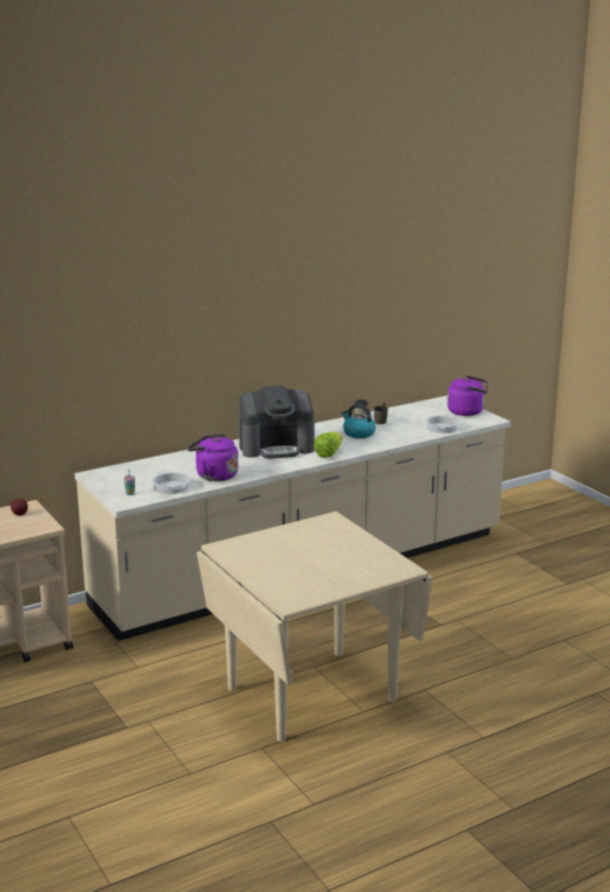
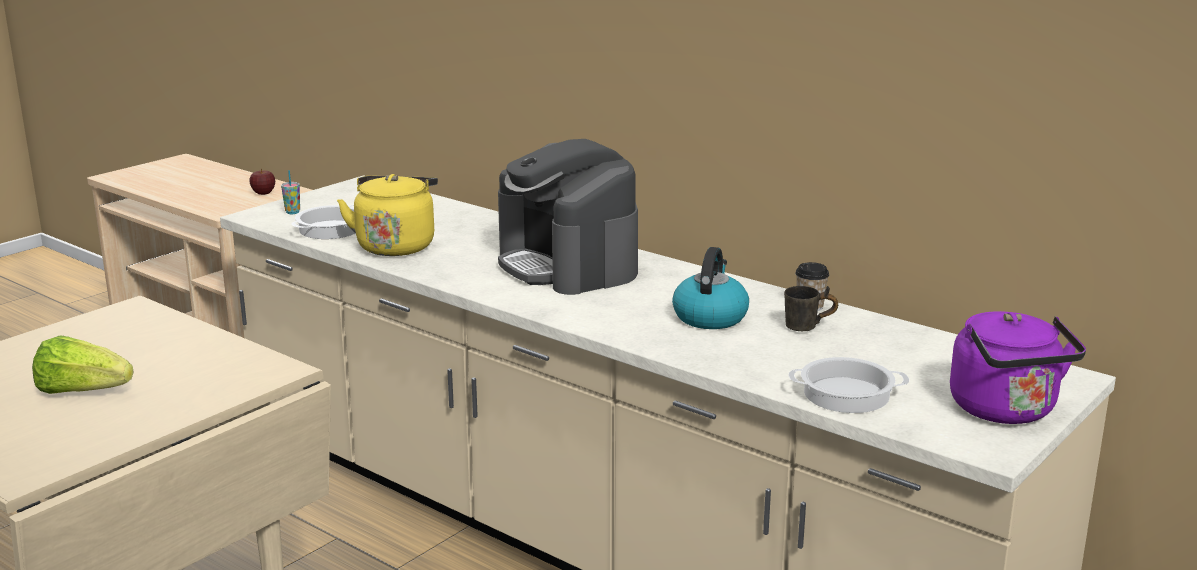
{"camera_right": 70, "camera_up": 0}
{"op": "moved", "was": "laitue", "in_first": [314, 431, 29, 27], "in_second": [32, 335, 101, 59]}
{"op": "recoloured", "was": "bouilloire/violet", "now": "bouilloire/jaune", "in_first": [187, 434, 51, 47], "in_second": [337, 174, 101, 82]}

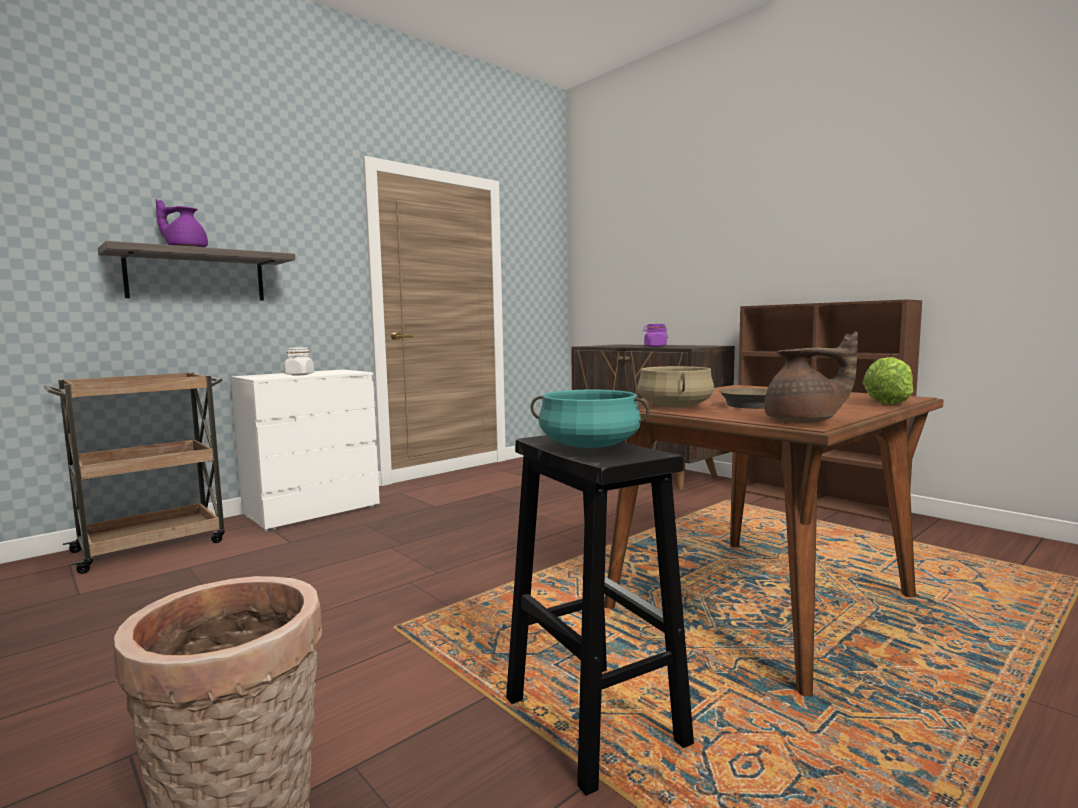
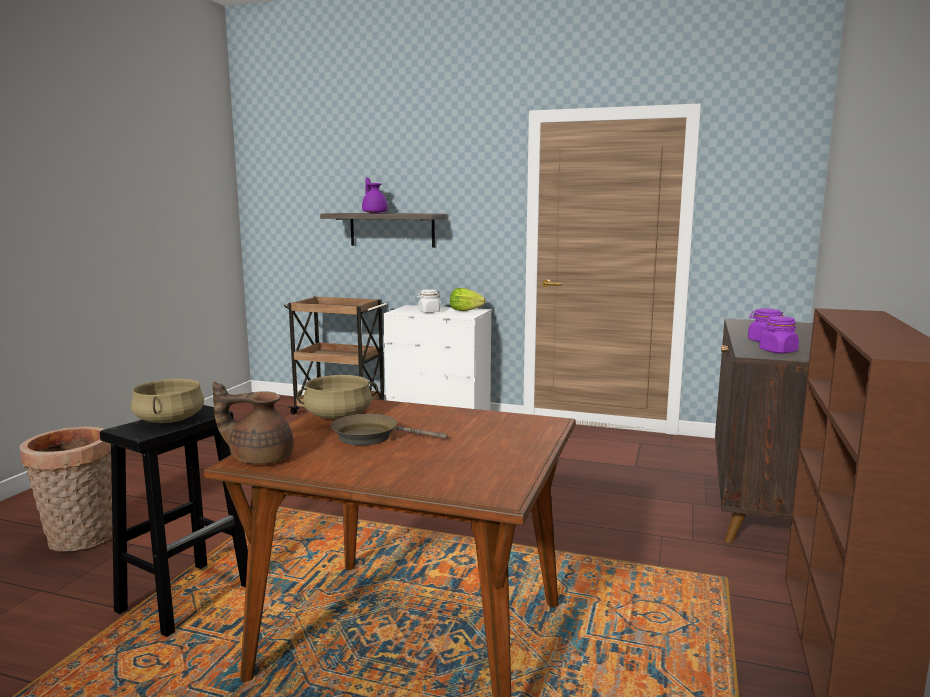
{"camera_right": 60, "camera_up": 5}
{"op": "added", "now": "bocal/violet", "in_second": [759, 316, 40, 37]}
{"op": "moved", "was": "laitue", "in_first": [863, 357, 50, 47], "in_second": [450, 288, 36, 23]}
{"op": "recoloured", "was": "marmite/turquoise", "now": "marmite/beige", "in_first": [531, 390, 118, 58], "in_second": [131, 379, 73, 44]}
{"op": "turned", "was": "théière/marron", "in_first": [764, 332, 94, 91], "in_second": [212, 382, 82, 82], "clockwise": 105}

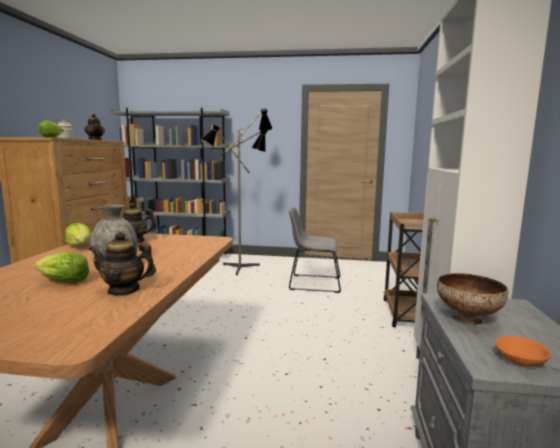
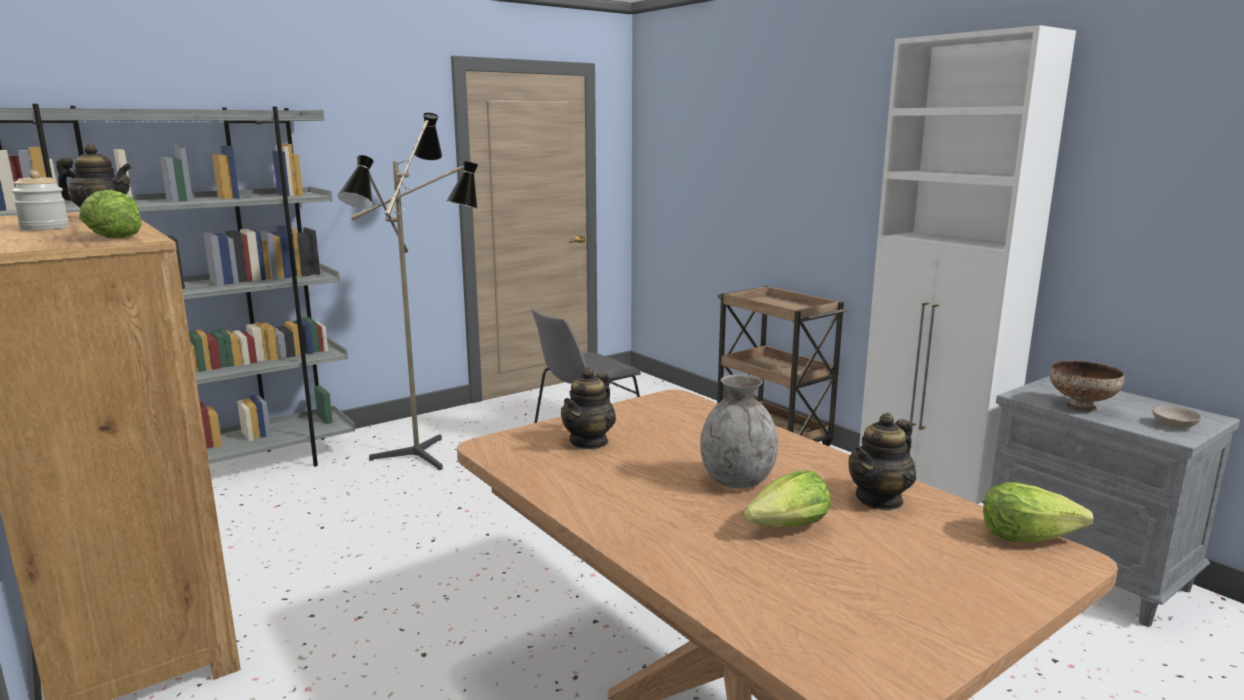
{"camera_right": -45, "camera_up": 5}
{"op": "moved", "was": "laitue", "in_first": [65, 223, 27, 24], "in_second": [983, 482, 110, 60]}
{"op": "recoloured", "was": "bol/orange", "now": "bol/beige", "in_first": [495, 336, 56, 31], "in_second": [1152, 406, 50, 23]}

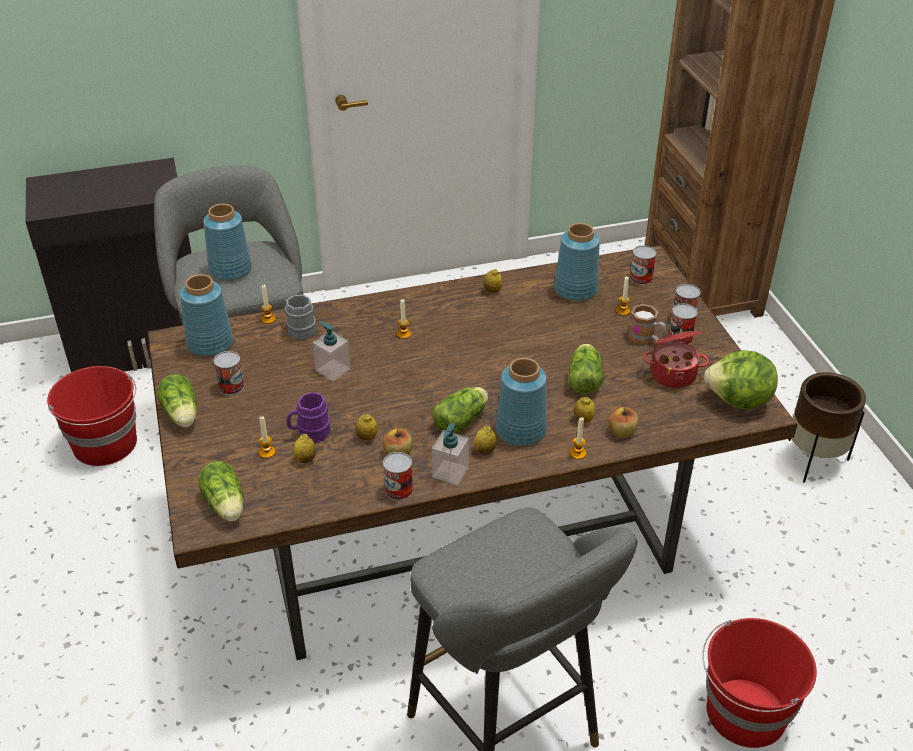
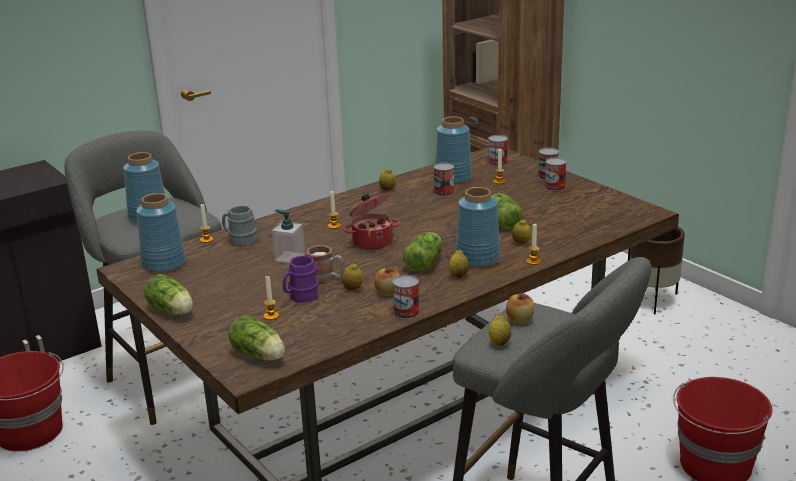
{"camera_right": -20, "camera_up": -15}
{"op": "removed", "was": "distributeur de savon", "in_first": [432, 423, 37, 62]}
{"op": "removed", "was": "laitue", "in_first": [704, 350, 74, 60]}
{"op": "moved", "was": "boîte métallique", "in_first": [214, 351, 31, 44], "in_second": [434, 163, 20, 34]}
{"op": "moved", "was": "citron", "in_first": [294, 434, 22, 29], "in_second": [489, 314, 22, 32]}
{"op": "moved", "was": "pomme", "in_first": [609, 407, 29, 31], "in_second": [506, 293, 29, 31]}
{"op": "moved", "was": "mug", "in_first": [628, 304, 38, 41], "in_second": [306, 245, 38, 39]}
{"op": "moved", "was": "marmite", "in_first": [643, 325, 66, 63], "in_second": [343, 194, 57, 56]}

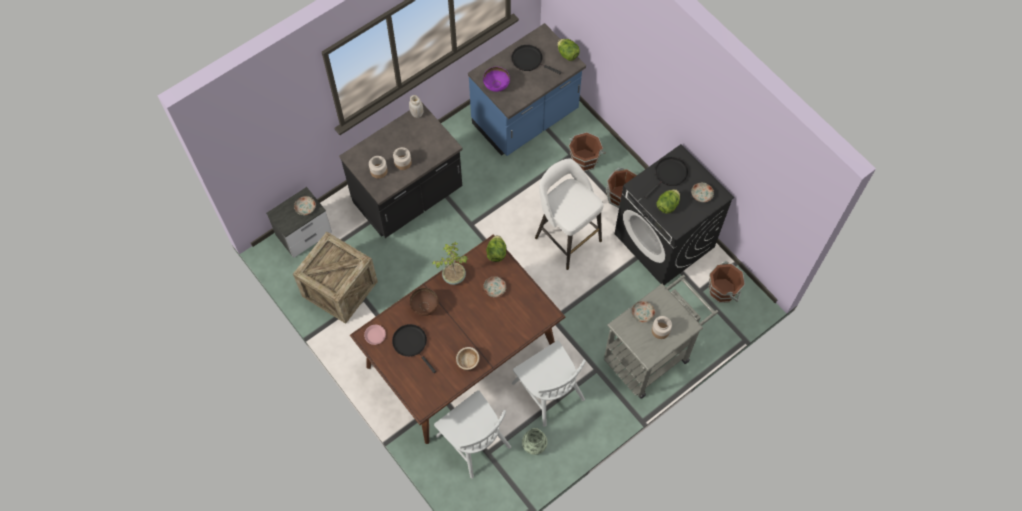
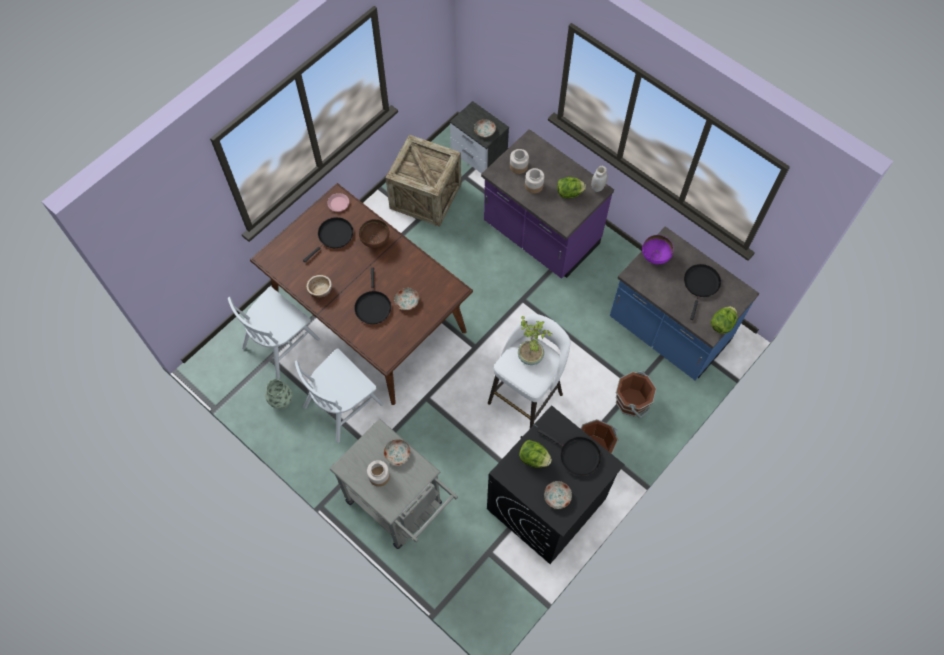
{"camera_right": 80, "camera_up": 0}
{"op": "removed", "was": "seau/marron", "in_first": [709, 261, 36, 42]}
{"op": "added", "now": "poêle/noir", "in_second": [354, 268, 37, 56]}
{"op": "moved", "was": "plante en pot", "in_first": [432, 242, 37, 43], "in_second": [518, 316, 34, 49]}
{"op": "moved", "was": "laitue", "in_first": [486, 235, 20, 27], "in_second": [557, 177, 29, 21]}
{"op": "recoloured", "was": "comptoir de cuisine/noir", "now": "comptoir de cuisine/violet", "in_first": [339, 103, 124, 135], "in_second": [481, 129, 133, 150]}

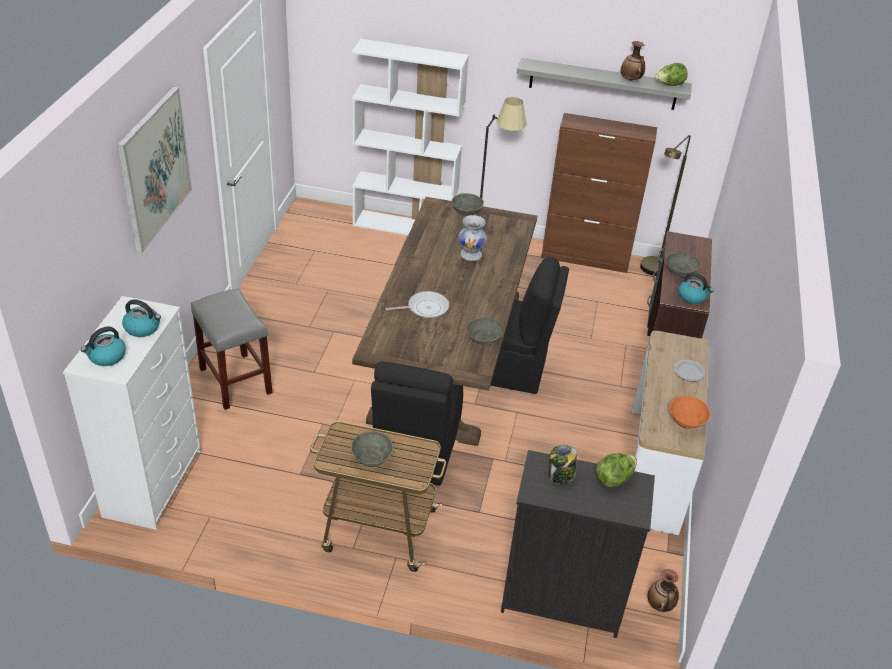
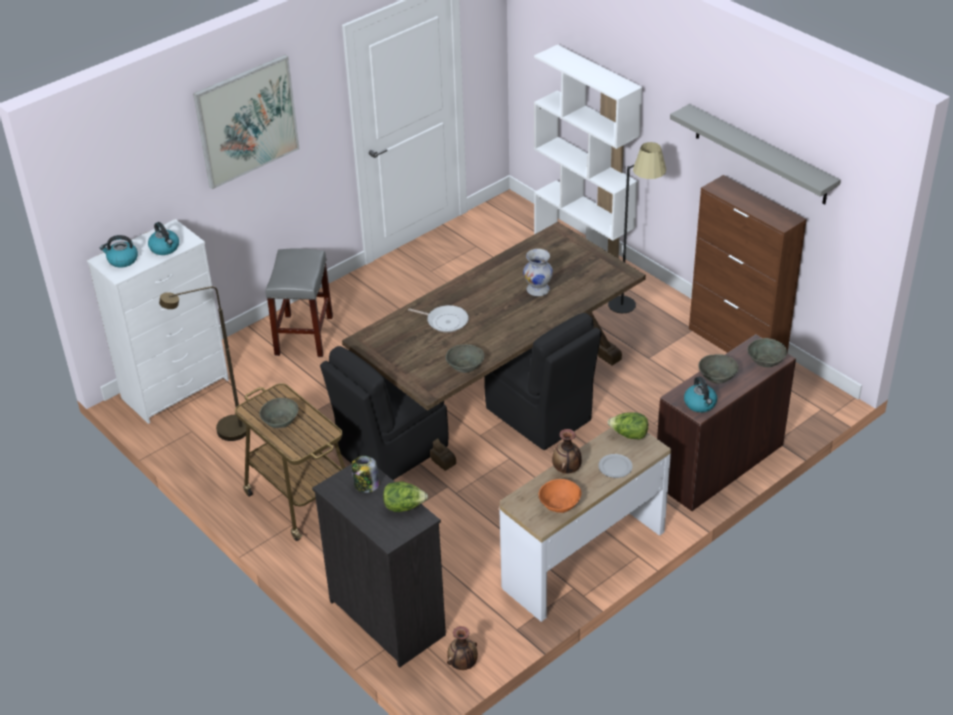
{"camera_right": 40, "camera_up": 0}
{"op": "moved", "was": "bol/gris", "in_first": [452, 193, 32, 23], "in_second": [747, 338, 40, 29]}
{"op": "moved", "was": "vase", "in_first": [621, 41, 24, 40], "in_second": [552, 429, 30, 45]}
{"op": "moved", "was": "lampadaire/marron", "in_first": [640, 135, 51, 141], "in_second": [159, 286, 87, 155]}
{"op": "moved", "was": "laitue", "in_first": [655, 63, 33, 23], "in_second": [608, 412, 40, 28]}

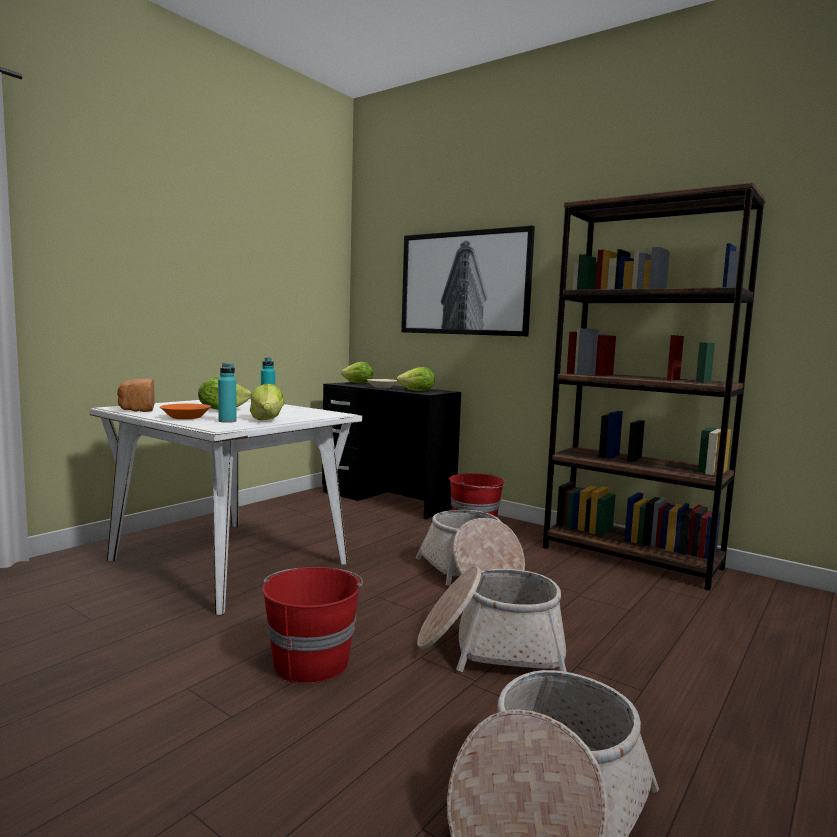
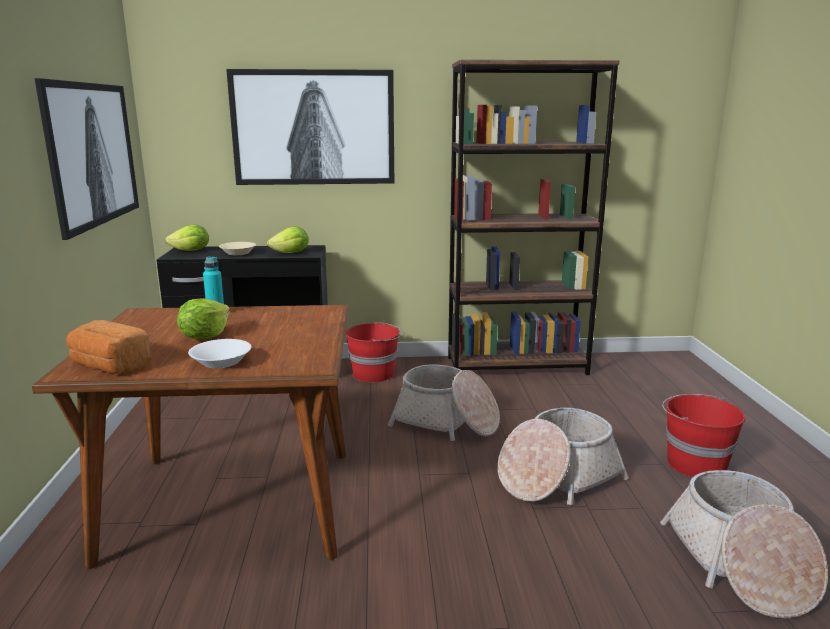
{"camera_right": -40, "camera_up": 10}
{"op": "removed", "was": "bouteille/turquoise", "in_first": [218, 363, 19, 60]}
{"op": "removed", "was": "laitue", "in_first": [250, 384, 34, 36]}
{"op": "added", "now": "tableau", "in_second": [34, 78, 105, 162]}
{"op": "moved", "was": "seau/rouge", "in_first": [262, 567, 101, 116], "in_second": [662, 394, 84, 84]}
{"op": "recoloured", "was": "table à manger/blanc", "now": "table à manger/marron", "in_first": [89, 399, 273, 216], "in_second": [32, 305, 316, 265]}
{"op": "recoloured", "was": "bol/orange", "now": "bol/blanc", "in_first": [160, 404, 51, 15], "in_second": [188, 339, 64, 29]}

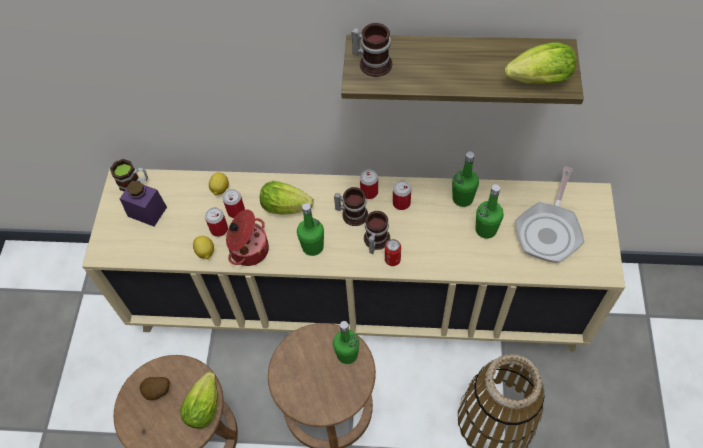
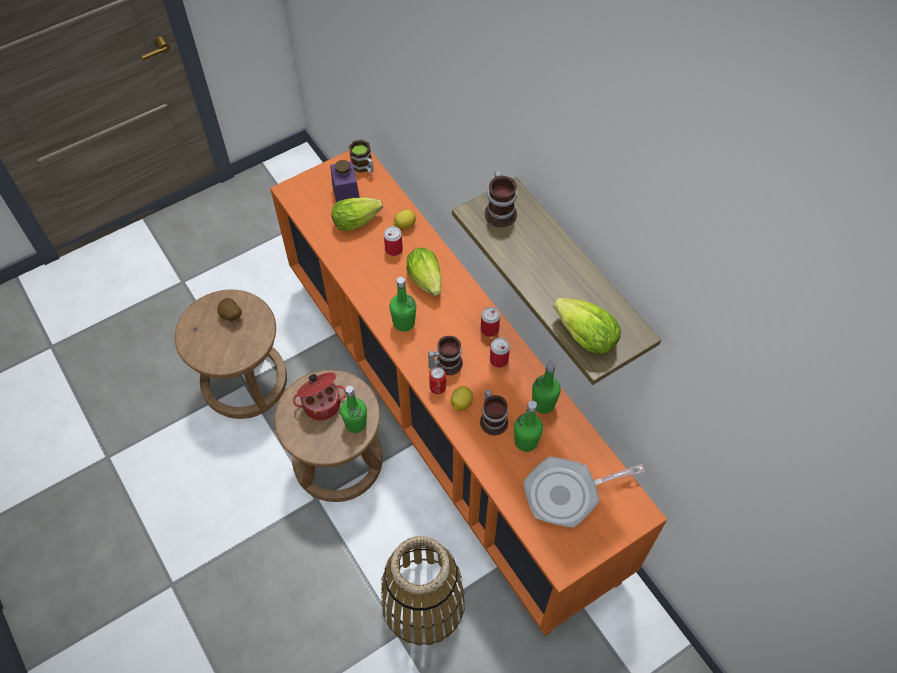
{"camera_right": 50, "camera_up": 0}
{"op": "removed", "was": "boîte métallique", "in_first": [205, 207, 23, 30]}
{"op": "moved", "was": "laitue", "in_first": [180, 372, 38, 57], "in_second": [331, 197, 52, 34]}
{"op": "moved", "was": "citron", "in_first": [193, 236, 21, 23], "in_second": [451, 386, 22, 25]}
{"op": "moved", "was": "marmite", "in_first": [226, 209, 43, 57], "in_second": [293, 372, 53, 48]}
{"op": "moved", "was": "mug", "in_first": [334, 187, 34, 39], "in_second": [480, 389, 28, 46]}
{"op": "recoloured", "was": "meuble de rangement/beige", "now": "meuble de rangement/orange", "in_first": [82, 168, 543, 183], "in_second": [270, 150, 397, 486]}

